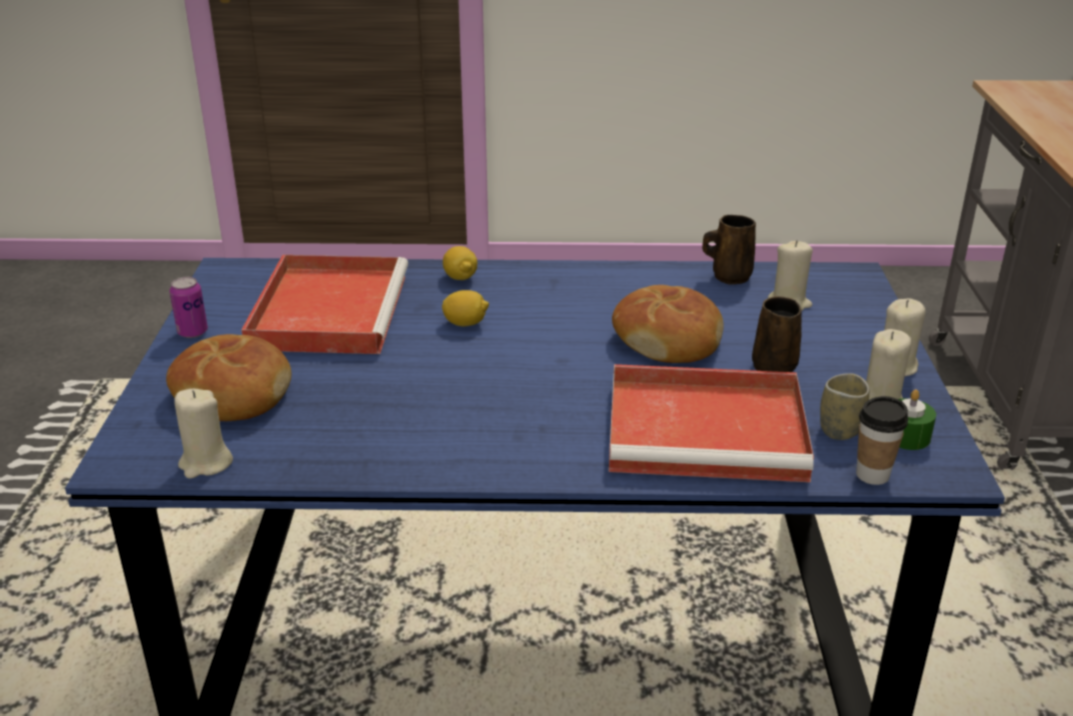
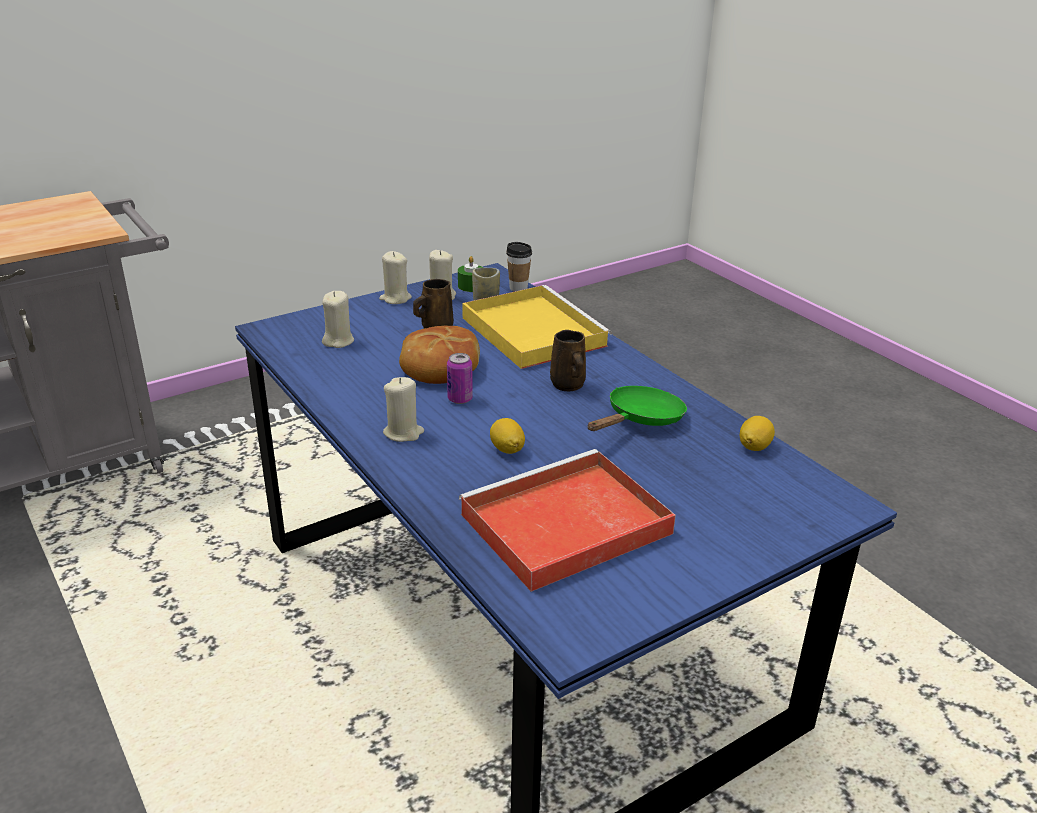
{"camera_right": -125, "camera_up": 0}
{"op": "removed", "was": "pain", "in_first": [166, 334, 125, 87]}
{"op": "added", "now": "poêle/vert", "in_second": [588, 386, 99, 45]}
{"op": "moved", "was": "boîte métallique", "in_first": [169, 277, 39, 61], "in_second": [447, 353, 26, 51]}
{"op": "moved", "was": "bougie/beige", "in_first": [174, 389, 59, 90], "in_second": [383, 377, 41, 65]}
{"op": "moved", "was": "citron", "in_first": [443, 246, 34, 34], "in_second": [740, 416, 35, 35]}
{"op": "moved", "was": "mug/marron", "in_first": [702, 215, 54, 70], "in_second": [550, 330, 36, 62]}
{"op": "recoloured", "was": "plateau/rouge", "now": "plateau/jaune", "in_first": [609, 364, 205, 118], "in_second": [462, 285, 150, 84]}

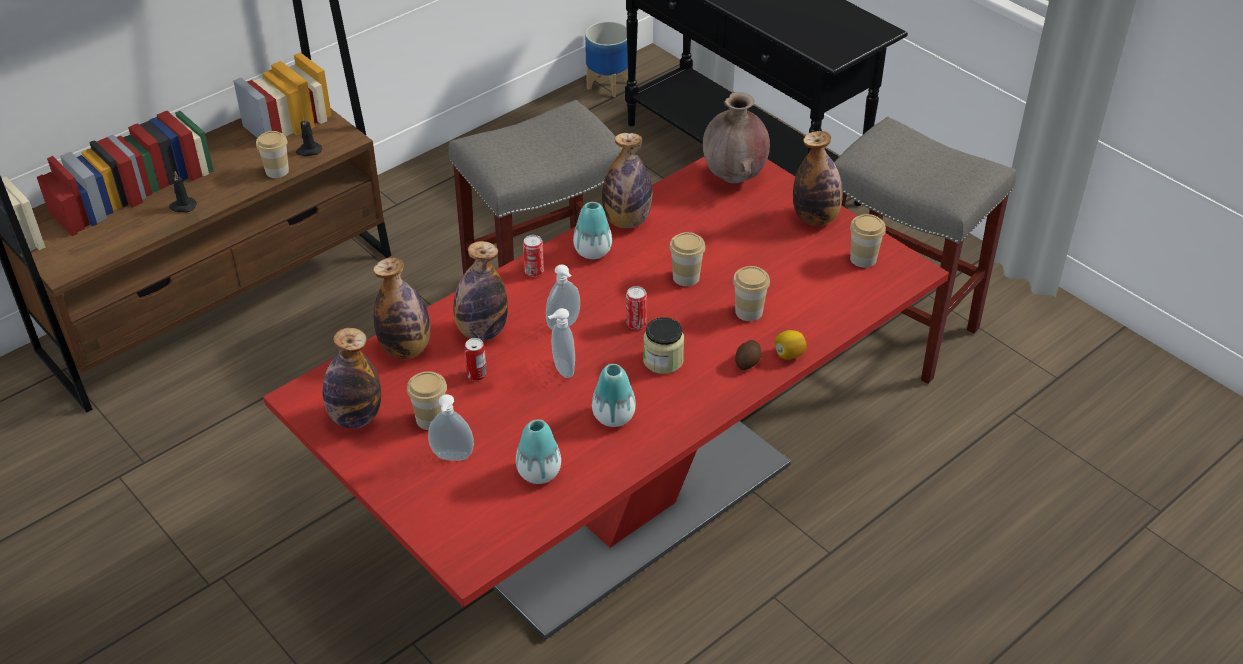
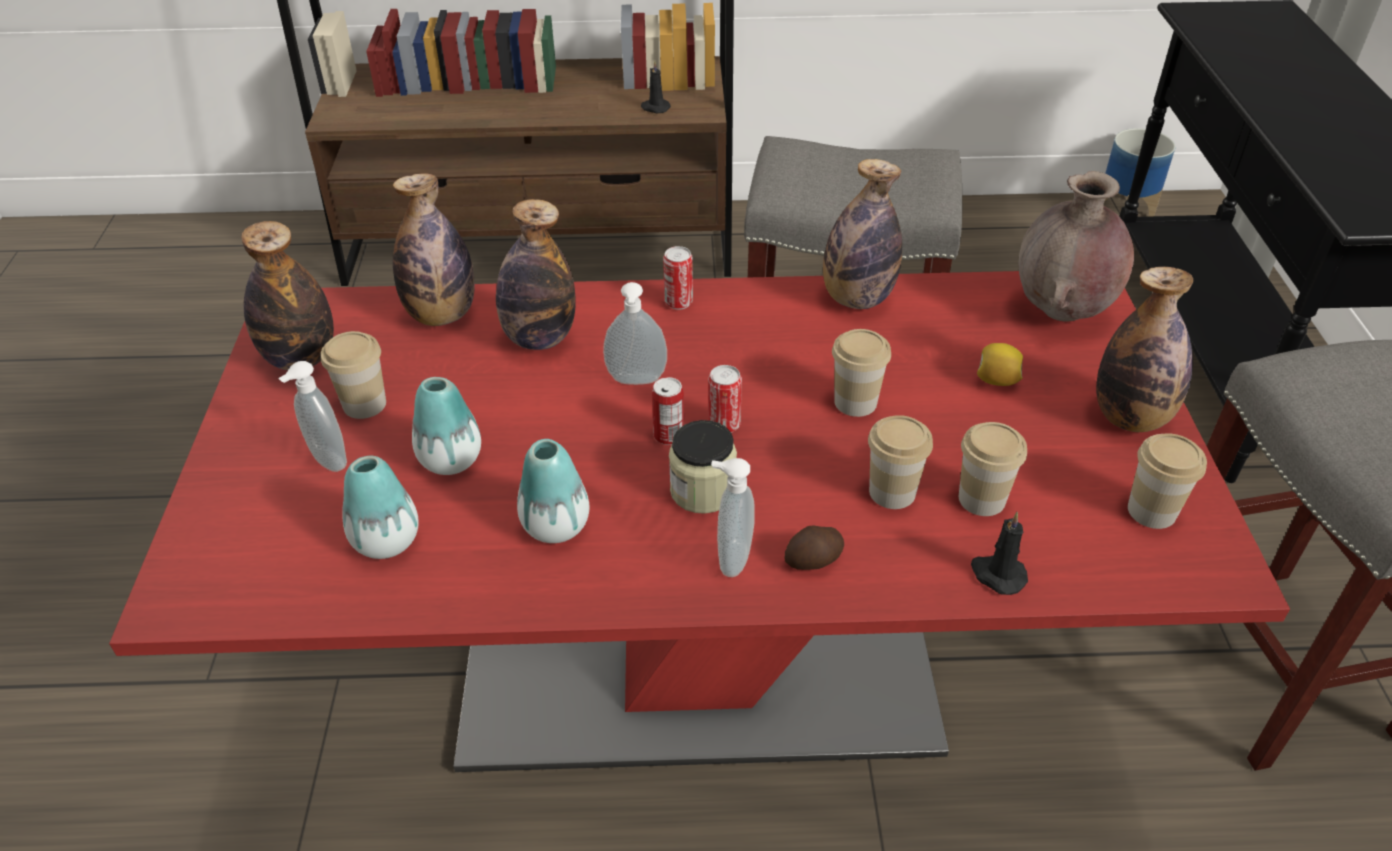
{"camera_right": 40, "camera_up": 0}
{"op": "moved", "was": "bougie/noir", "in_first": [169, 171, 28, 41], "in_second": [971, 512, 57, 83]}
{"op": "moved", "was": "tasse", "in_first": [256, 131, 33, 47], "in_second": [959, 422, 68, 94]}
{"op": "moved", "was": "boîte métallique", "in_first": [464, 338, 23, 43], "in_second": [652, 377, 32, 68]}
{"op": "moved", "was": "distributeur de savon", "in_first": [548, 308, 27, 70], "in_second": [711, 458, 44, 119]}
{"op": "moved", "was": "vase", "in_first": [573, 202, 39, 57], "in_second": [412, 377, 69, 98]}
{"op": "moved", "was": "citron", "in_first": [775, 330, 32, 30], "in_second": [977, 343, 46, 43]}

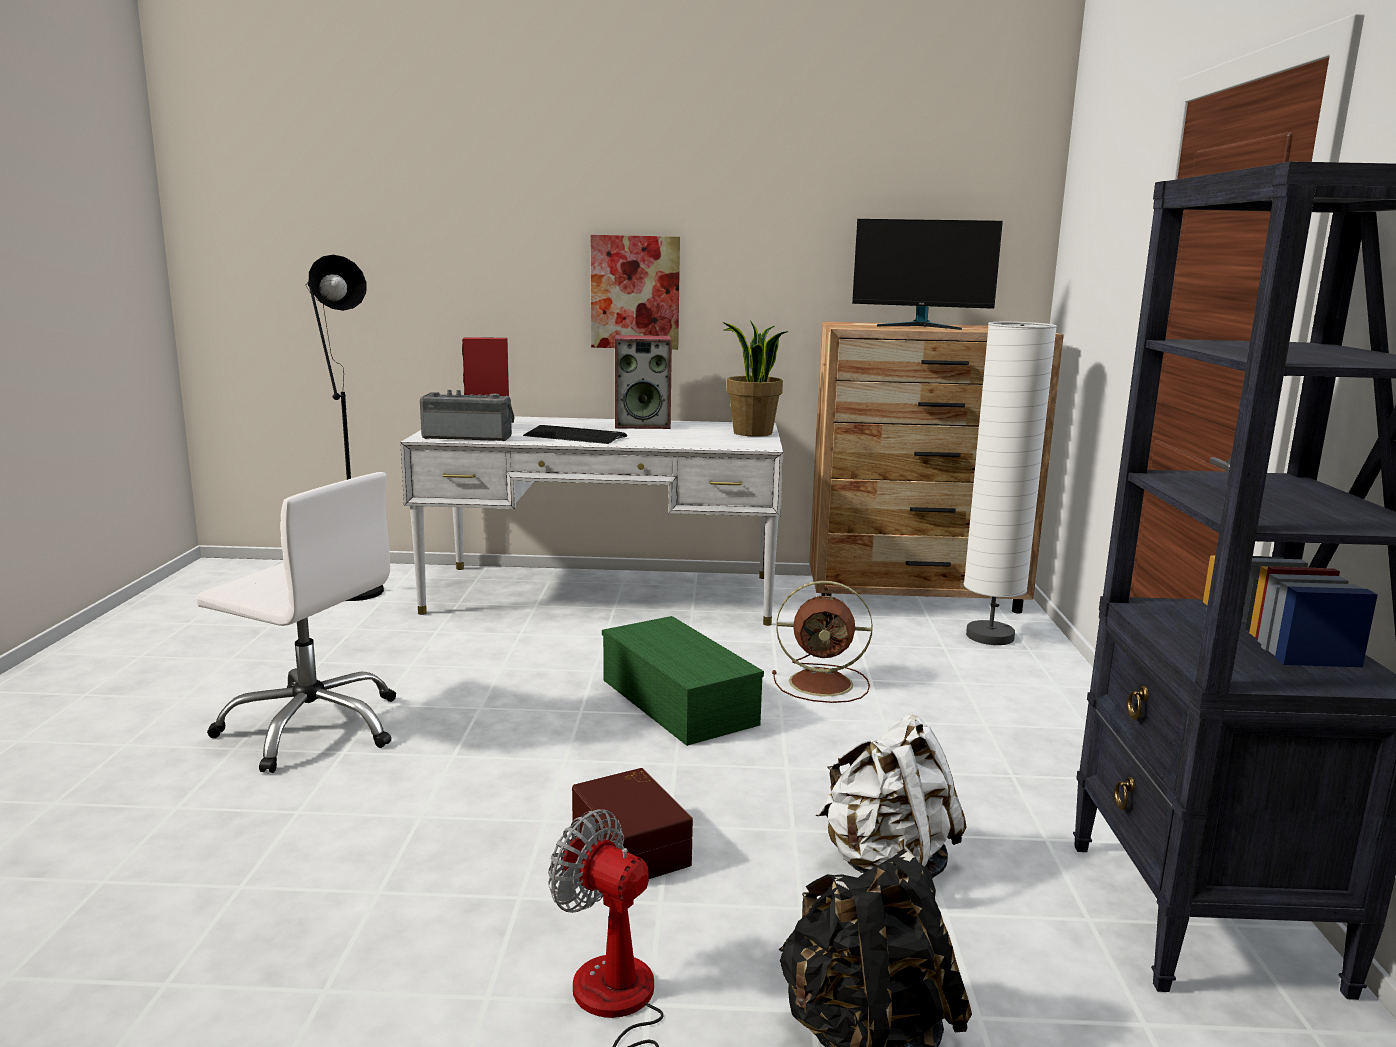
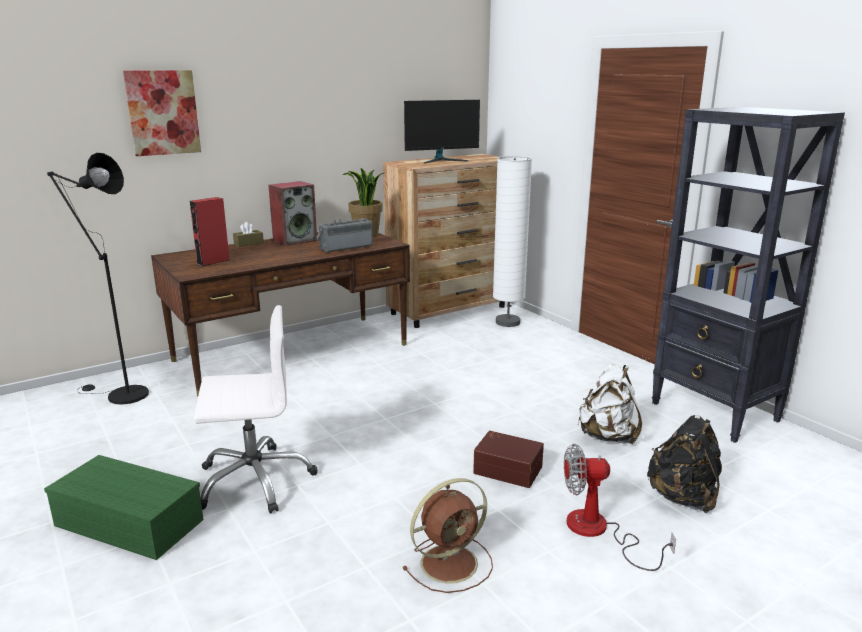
{"camera_right": -35, "camera_up": 5}
{"op": "removed", "was": "clavier", "in_first": [524, 425, 103, 19]}
{"op": "added", "now": "boîte à mouchoirs/marron", "in_second": [233, 222, 31, 25]}
{"op": "moved", "was": "radio", "in_first": [420, 390, 95, 51], "in_second": [316, 218, 57, 35]}
{"op": "moved", "was": "tableau", "in_first": [591, 235, 89, 115], "in_second": [123, 70, 78, 86]}
{"op": "moved", "was": "boîte de rangement/vert", "in_first": [602, 616, 162, 130], "in_second": [44, 455, 160, 105]}
{"op": "moved", "was": "ventilateur/marron", "in_first": [772, 581, 101, 122], "in_second": [402, 478, 91, 115]}
{"op": "recoloured", "was": "bureau/blanc", "now": "bureau/marron", "in_first": [400, 416, 383, 210], "in_second": [151, 232, 259, 164]}

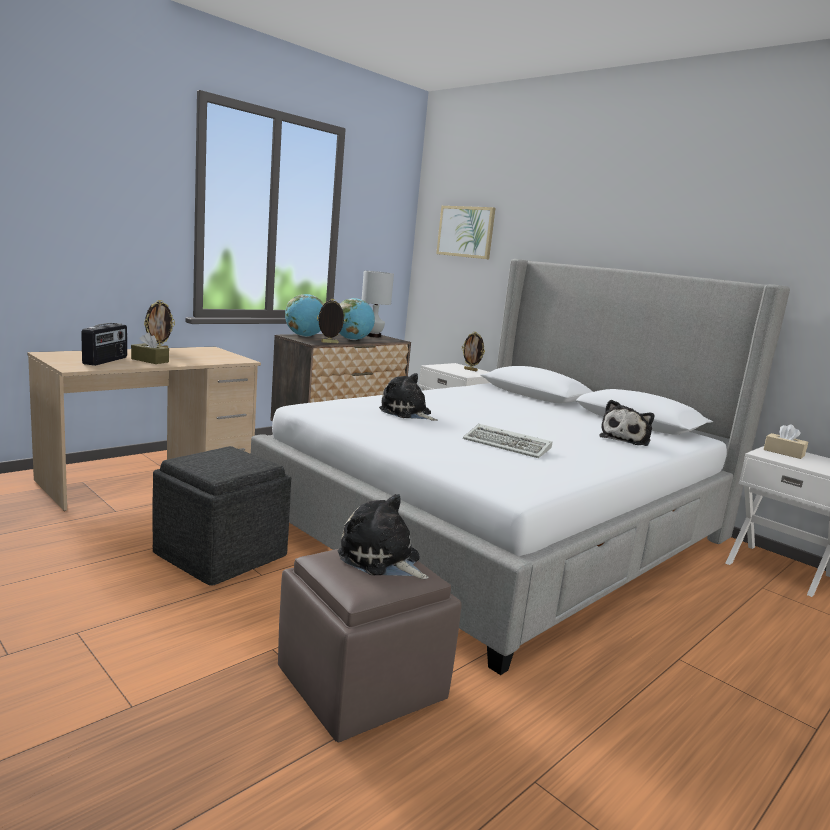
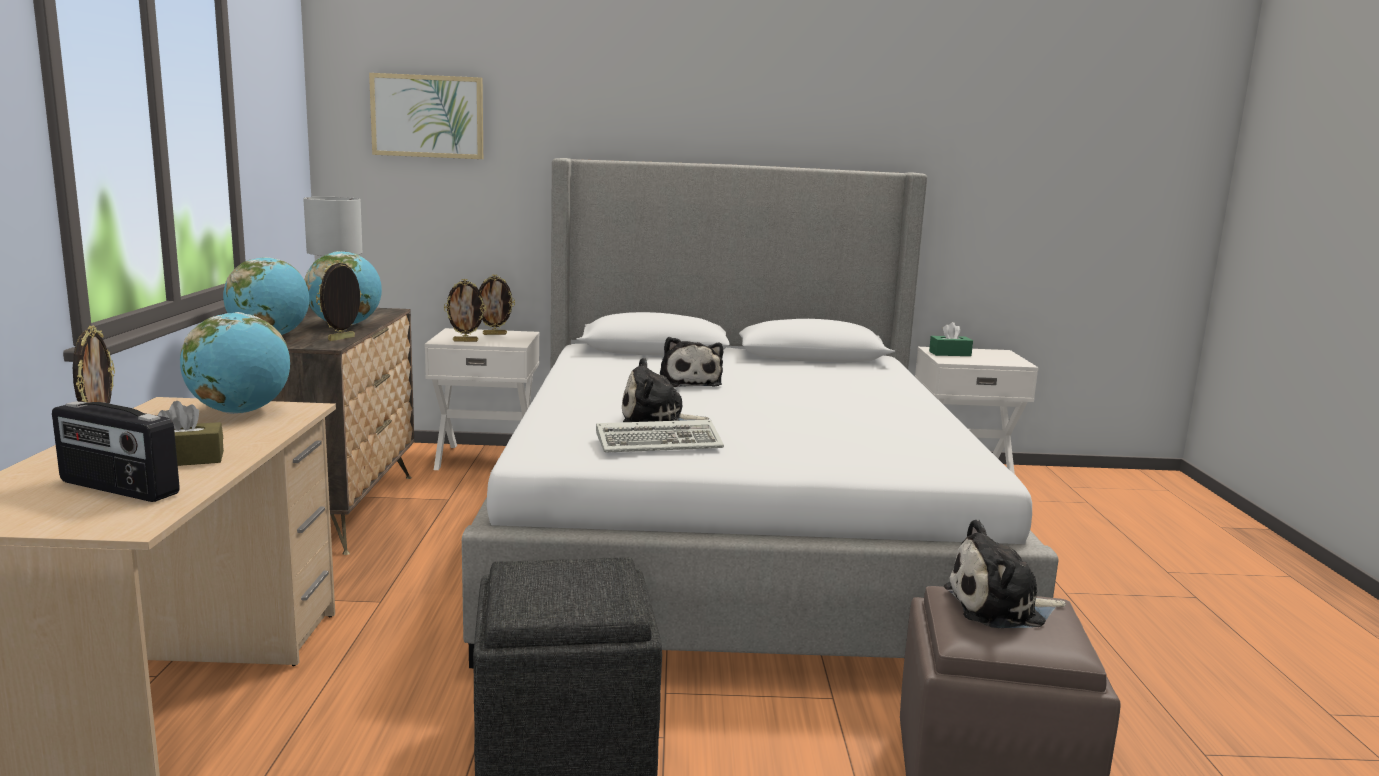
{"camera_right": -45, "camera_up": 0}
{"op": "added", "now": "globe", "in_second": [180, 312, 110, 102]}
{"op": "added", "now": "cadre photo", "in_second": [444, 279, 42, 63]}
{"op": "moved", "was": "clavier", "in_first": [463, 424, 89, 34], "in_second": [596, 420, 128, 33]}
{"op": "moved", "was": "peluche", "in_first": [599, 400, 55, 46], "in_second": [660, 337, 63, 50]}
{"op": "recoloured", "was": "boîte à mouchoirs/beige", "now": "boîte à mouchoirs/vert", "in_first": [763, 424, 45, 35], "in_second": [929, 322, 44, 34]}
{"op": "turned", "was": "radio", "in_first": [81, 323, 46, 43], "in_second": [52, 401, 128, 101], "clockwise": 150}

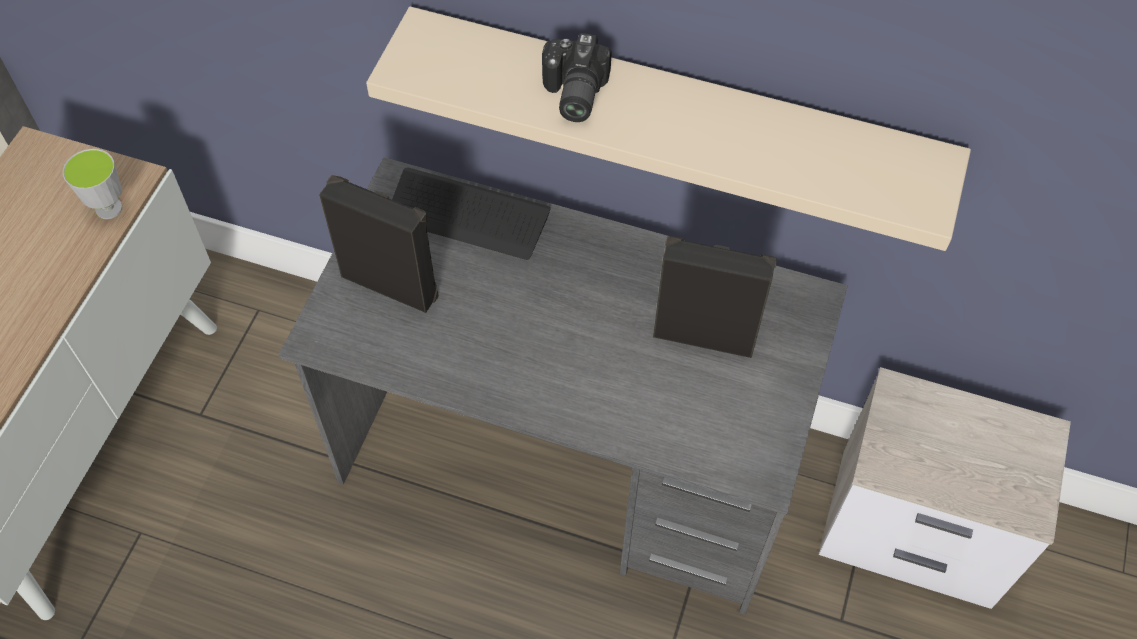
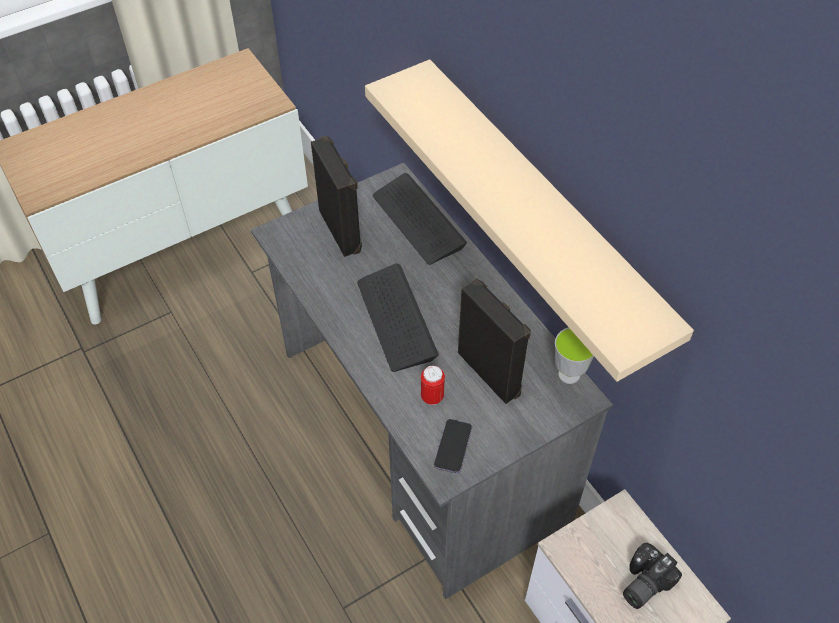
{"camera_right": 40, "camera_up": -5}
{"op": "added", "now": "clavier", "in_second": [357, 264, 82, 108]}
{"op": "added", "now": "boîte métallique", "in_second": [421, 366, 24, 39]}
{"op": "added", "now": "téléphone", "in_second": [434, 419, 38, 54]}
{"op": "moved", "was": "tasse", "in_first": [63, 149, 59, 70], "in_second": [555, 328, 39, 56]}
{"op": "moved", "was": "appareil photo", "in_first": [542, 33, 70, 89], "in_second": [623, 543, 59, 66]}

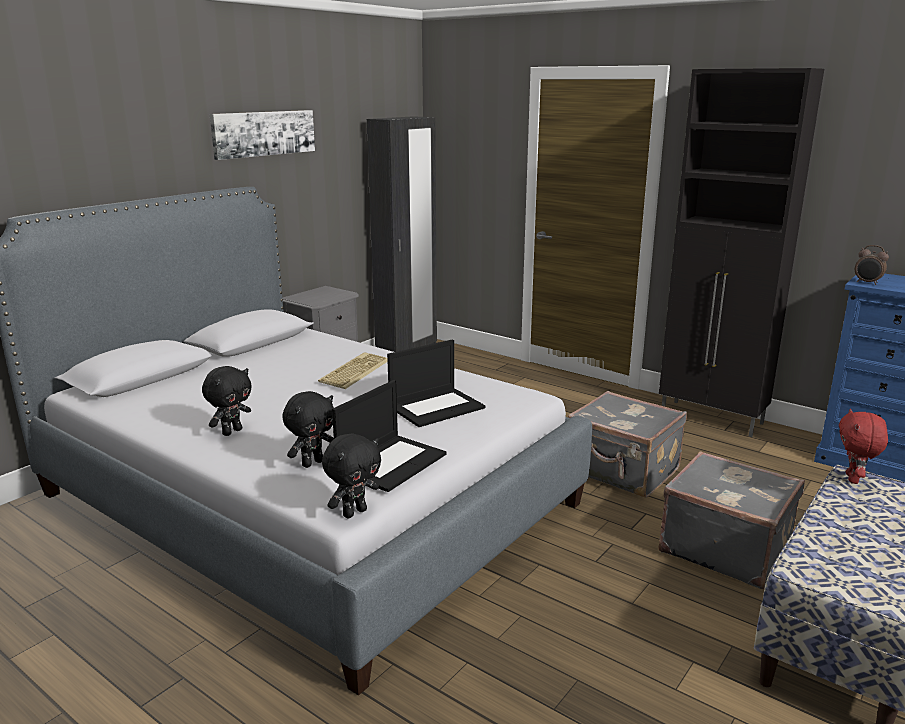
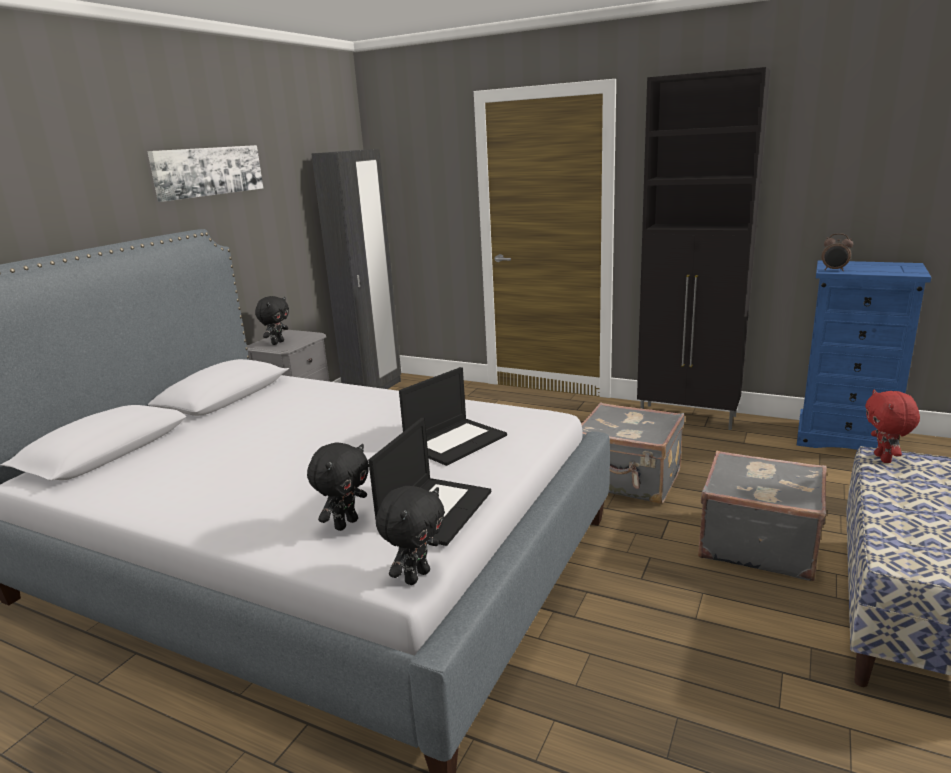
{"camera_right": -10, "camera_up": 0}
{"op": "removed", "was": "clavier", "in_first": [318, 353, 70, 36]}
{"op": "moved", "was": "peluche/noir", "in_first": [202, 366, 50, 70], "in_second": [255, 296, 34, 49]}

